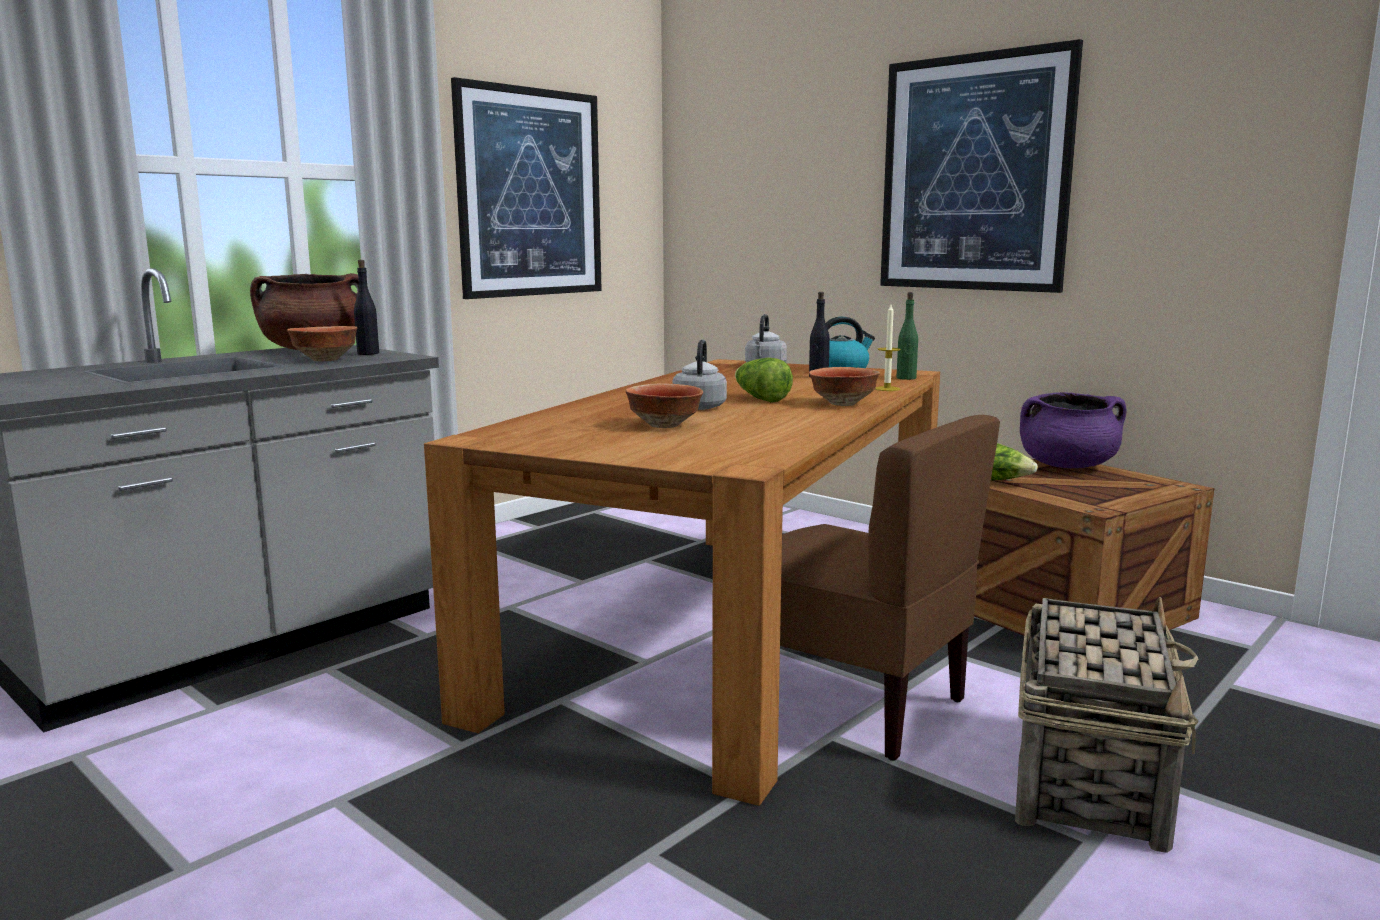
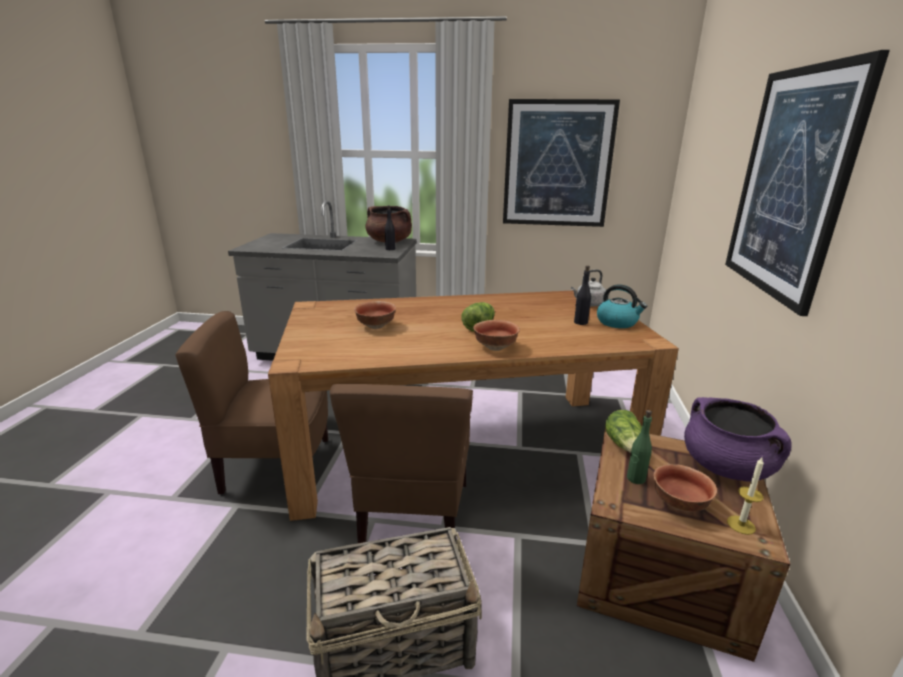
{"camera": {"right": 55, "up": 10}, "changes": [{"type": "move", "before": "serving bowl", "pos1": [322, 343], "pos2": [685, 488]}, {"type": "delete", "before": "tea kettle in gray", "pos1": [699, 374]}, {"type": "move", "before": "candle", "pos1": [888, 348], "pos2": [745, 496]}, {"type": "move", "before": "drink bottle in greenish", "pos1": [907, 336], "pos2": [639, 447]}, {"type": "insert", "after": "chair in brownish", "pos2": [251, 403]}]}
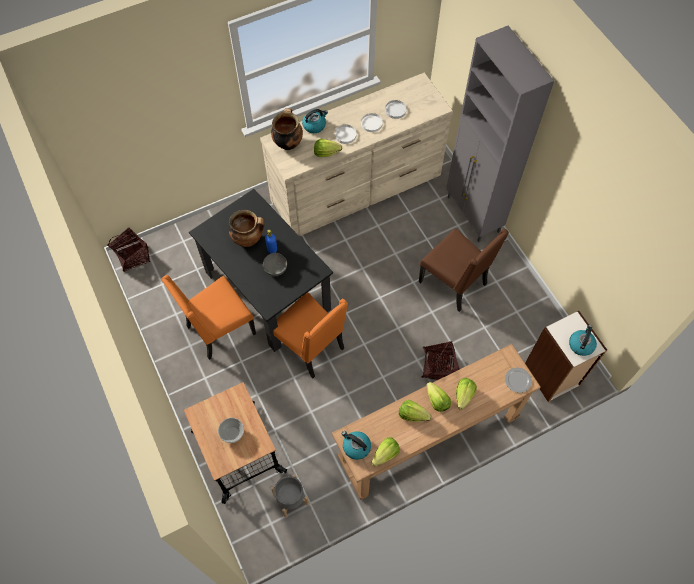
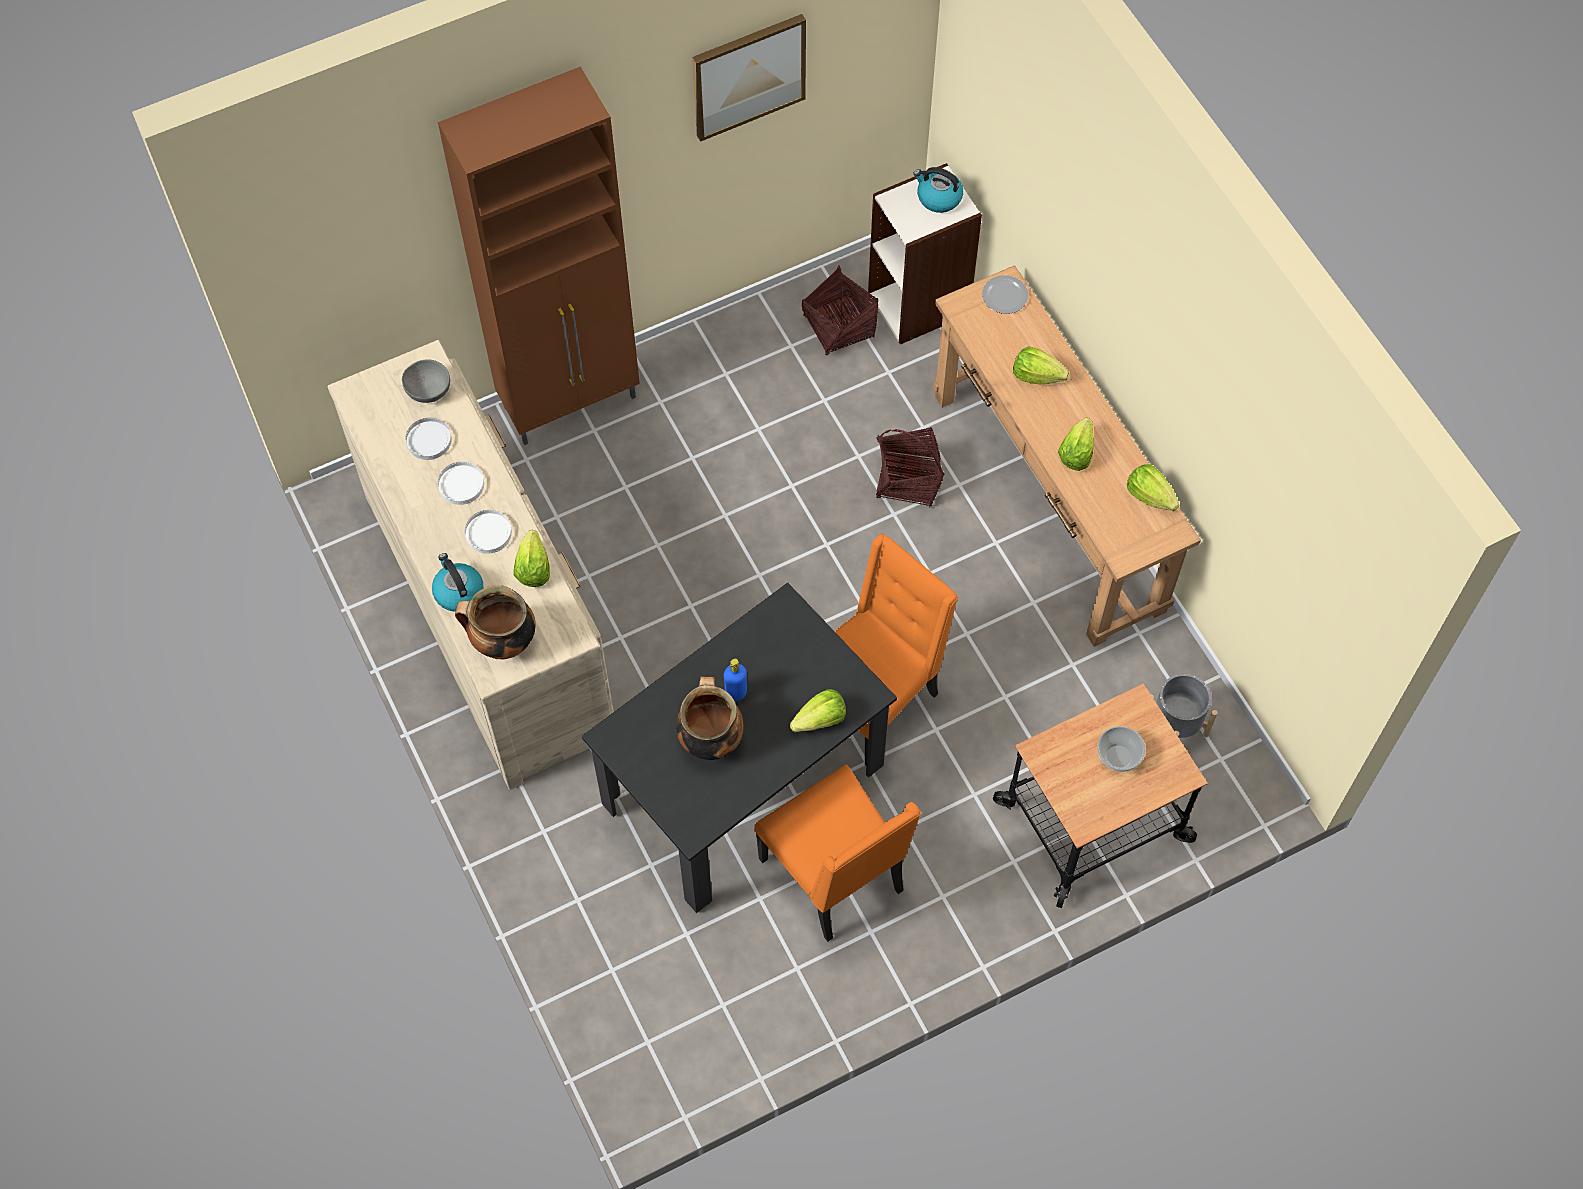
{"camera": {"right": -90, "up": 0}, "changes": [{"type": "move", "before": "household basket", "pos1": [128, 249], "pos2": [840, 310]}, {"type": "move", "before": "serving bowl in gray", "pos1": [275, 264], "pos2": [426, 381]}, {"type": "delete", "before": "tea kettle", "pos1": [356, 445]}, {"type": "delete", "before": "chair in brownish", "pos1": [464, 270]}, {"type": "move", "before": "lettuce", "pos1": [439, 397], "pos2": [818, 710]}, {"type": "recolor", "before": "storage cabinet in gray", "after": "storage cabinet in brownish", "pos1": [500, 134], "pos2": [539, 256]}, {"type": "insert", "after": "wall art", "pos2": [749, 78]}]}
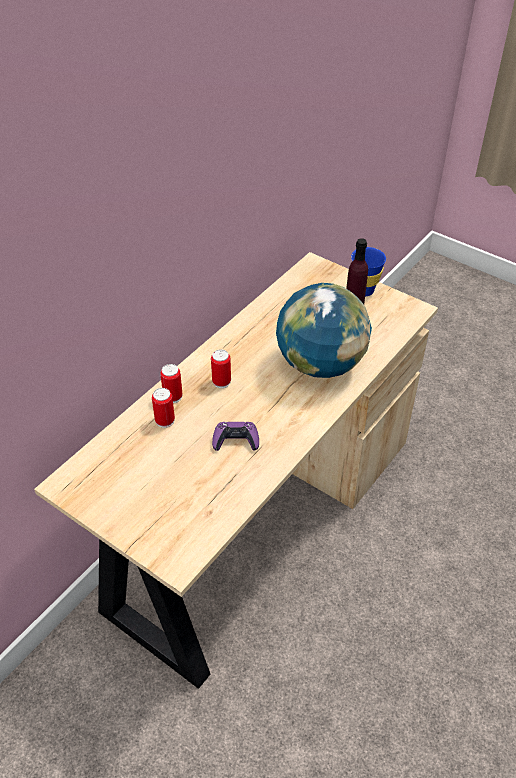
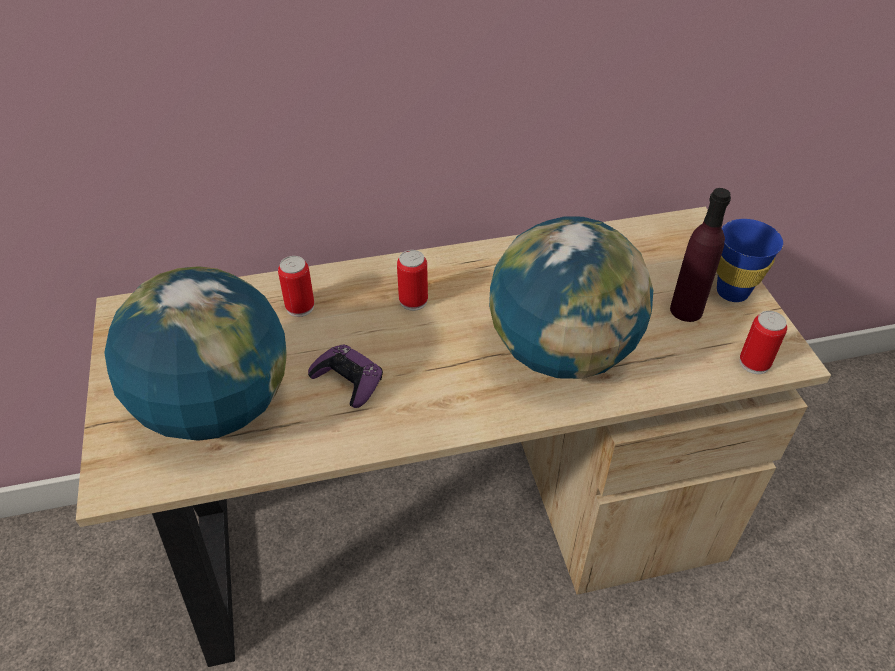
{"camera": {"right": 40, "up": 0}, "changes": [{"type": "move", "before": "can", "pos1": [171, 383], "pos2": [763, 342]}, {"type": "insert", "after": "world globe", "pos2": [195, 353]}]}
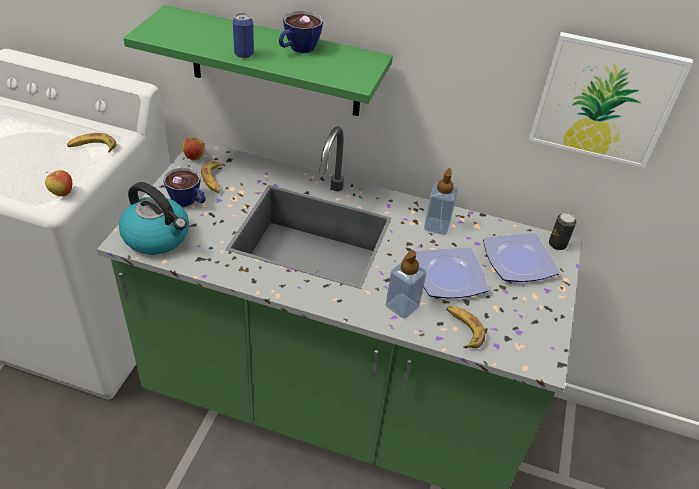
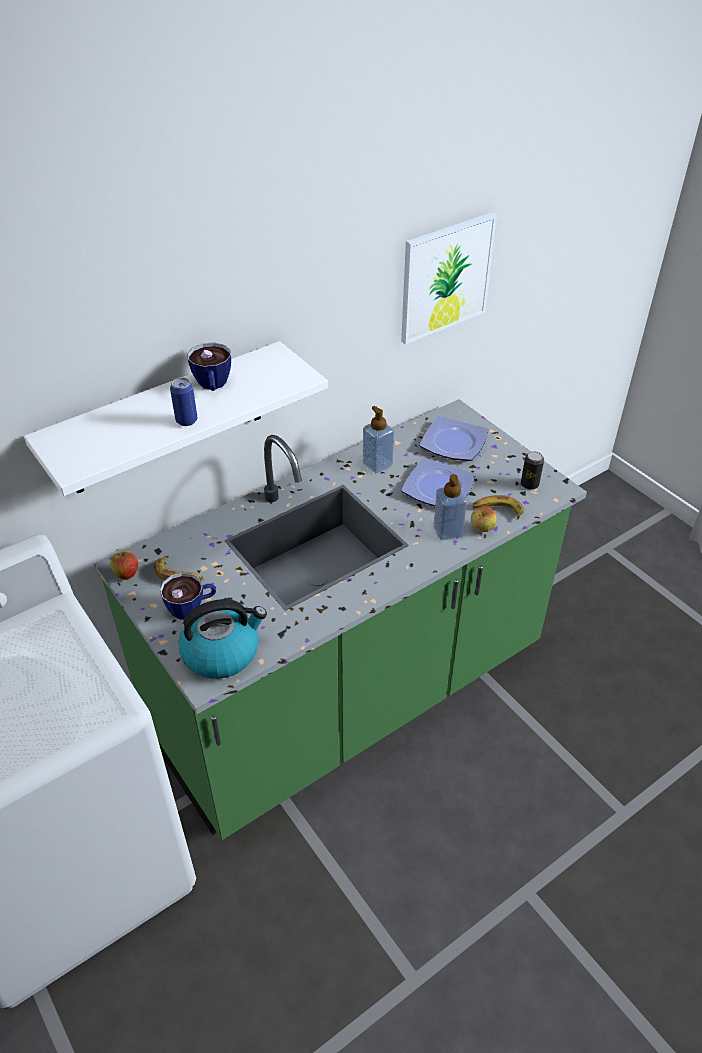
{"camera": {"right": -50, "up": 0}, "changes": [{"type": "move", "before": "whole apple", "pos1": [58, 183], "pos2": [484, 519]}, {"type": "delete", "before": "banana fruit", "pos1": [91, 142]}, {"type": "recolor", "before": "wall shelf in greenish", "after": "wall shelf in white-coloured", "pos1": [258, 60], "pos2": [176, 418]}, {"type": "move", "before": "can", "pos1": [563, 231], "pos2": [532, 470]}]}
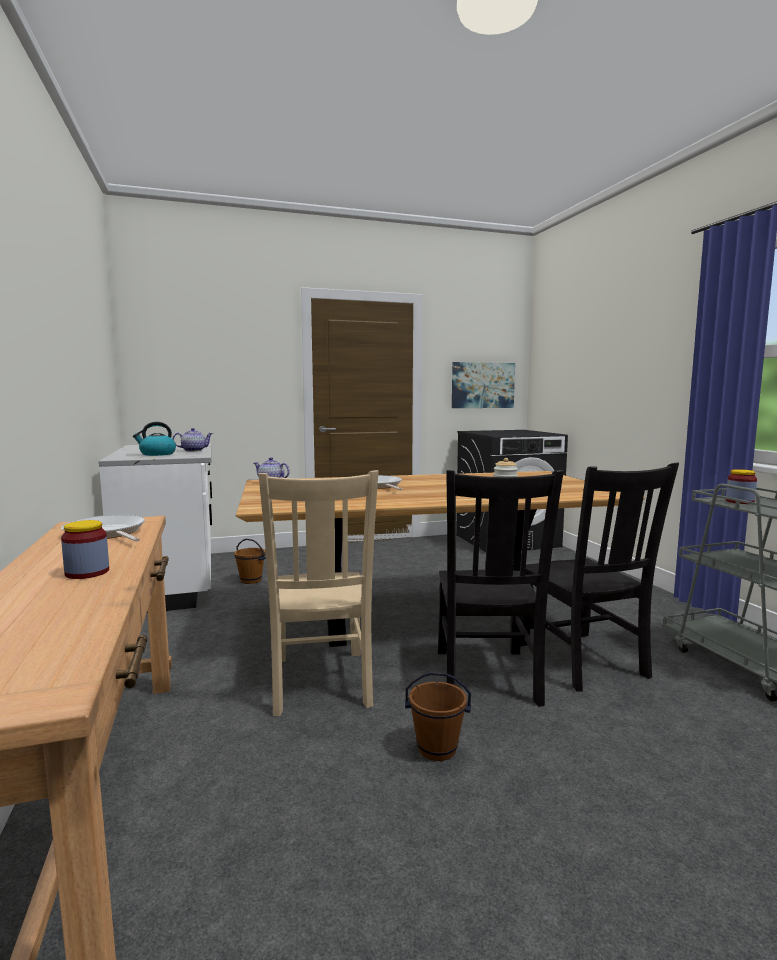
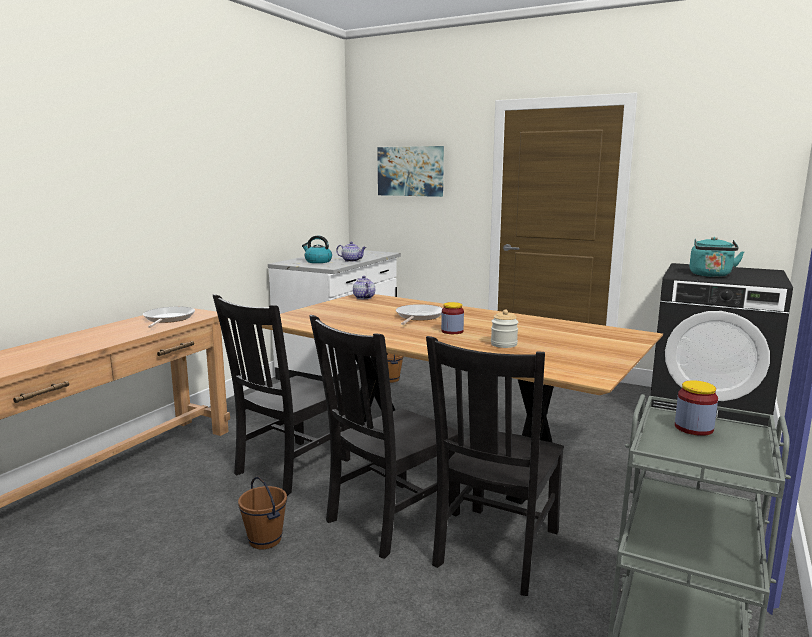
{"camera": {"right": 45, "up": 5}, "changes": [{"type": "move", "before": "jar", "pos1": [85, 549], "pos2": [452, 318]}, {"type": "recolor", "before": "chair in beige-coloured", "after": "chair in black-coloured", "pos1": [318, 593], "pos2": [281, 395]}, {"type": "move", "before": "wall art", "pos1": [483, 385], "pos2": [410, 171]}, {"type": "insert", "after": "tea kettle in turquoise-coloured", "pos2": [717, 257]}]}
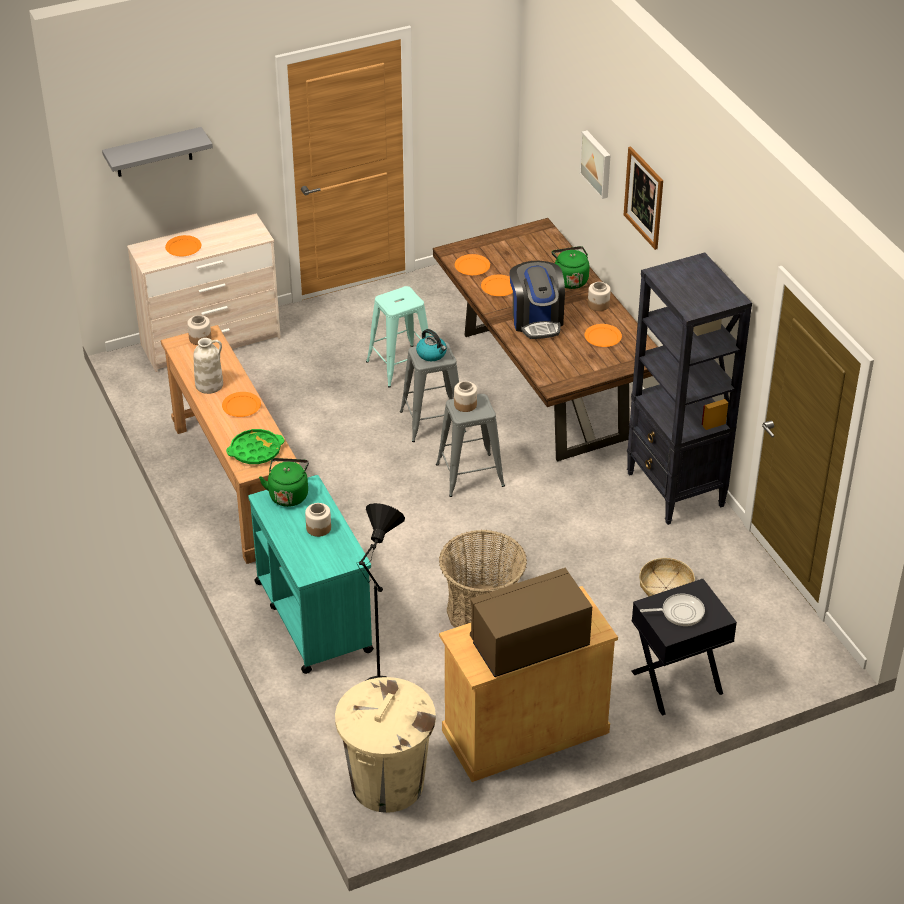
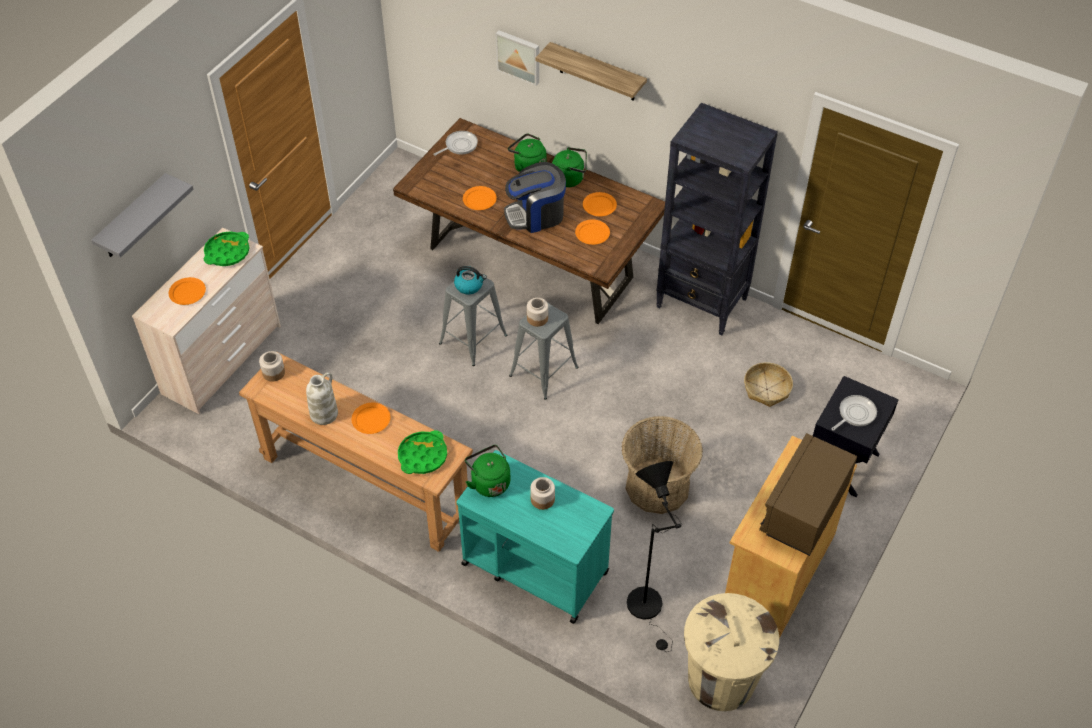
{"camera": {"right": -35, "up": 10}, "changes": [{"type": "delete", "before": "stool in turquoise-coloured", "pos1": [397, 337]}, {"type": "move", "before": "flat dish in orange", "pos1": [472, 264], "pos2": [592, 232]}, {"type": "rotate", "before": "coffee machine", "pos1": [537, 300], "pos2": [535, 197], "turn": 120}, {"type": "replace", "before": "jar", "after": "tea kettle in greenish", "pos1": [599, 296], "pos2": [569, 167]}, {"type": "replace", "before": "wall art", "after": "wall shelf", "pos1": [643, 198], "pos2": [591, 71]}, {"type": "insert", "after": "carrying tray in greenish", "pos2": [227, 249]}, {"type": "insert", "after": "pan", "pos2": [455, 143]}]}
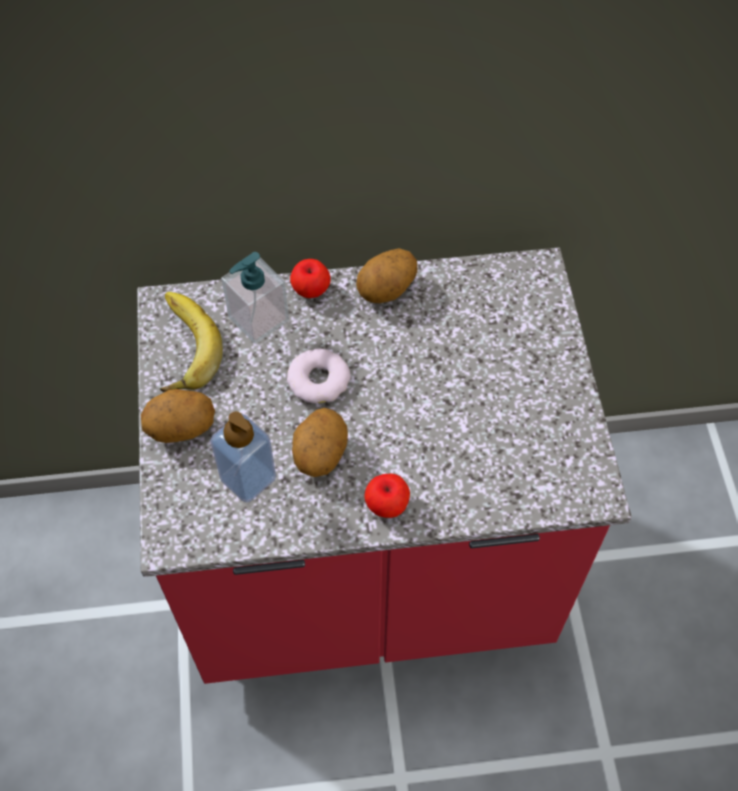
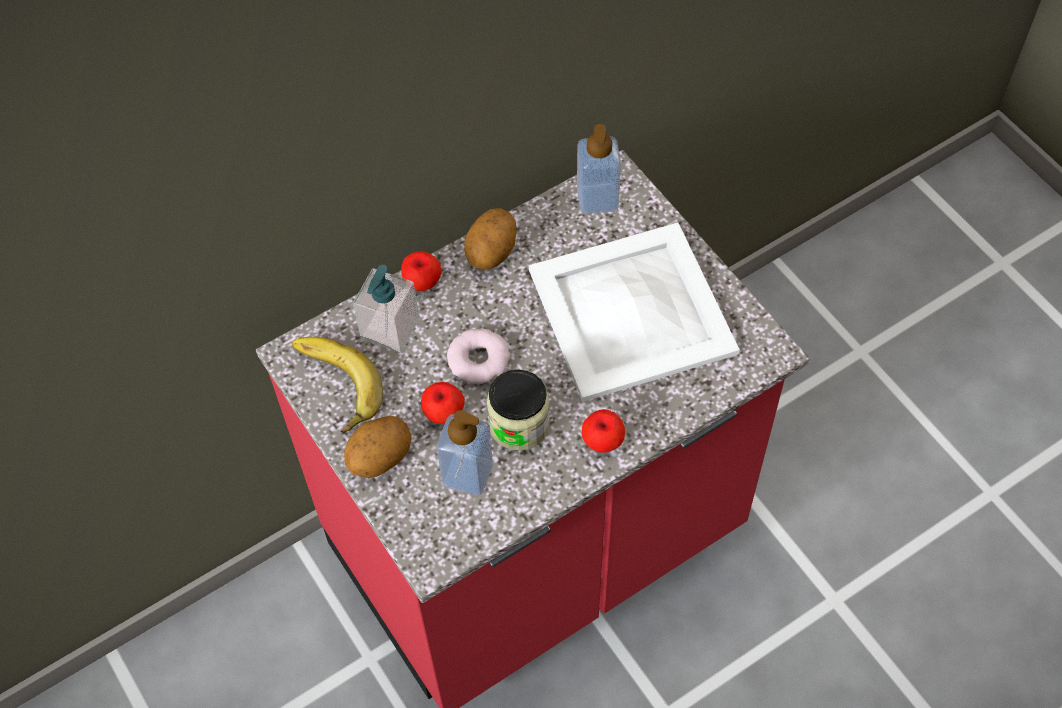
{"camera": {"right": -25, "up": 0}, "changes": [{"type": "replace", "before": "whole potato", "after": "jar", "pos1": [320, 442], "pos2": [518, 410]}, {"type": "insert", "after": "whole apple", "pos2": [443, 403]}, {"type": "insert", "after": "carrying tray in white-coloured", "pos2": [634, 312]}, {"type": "insert", "after": "liquid soap bottle", "pos2": [599, 169]}]}
